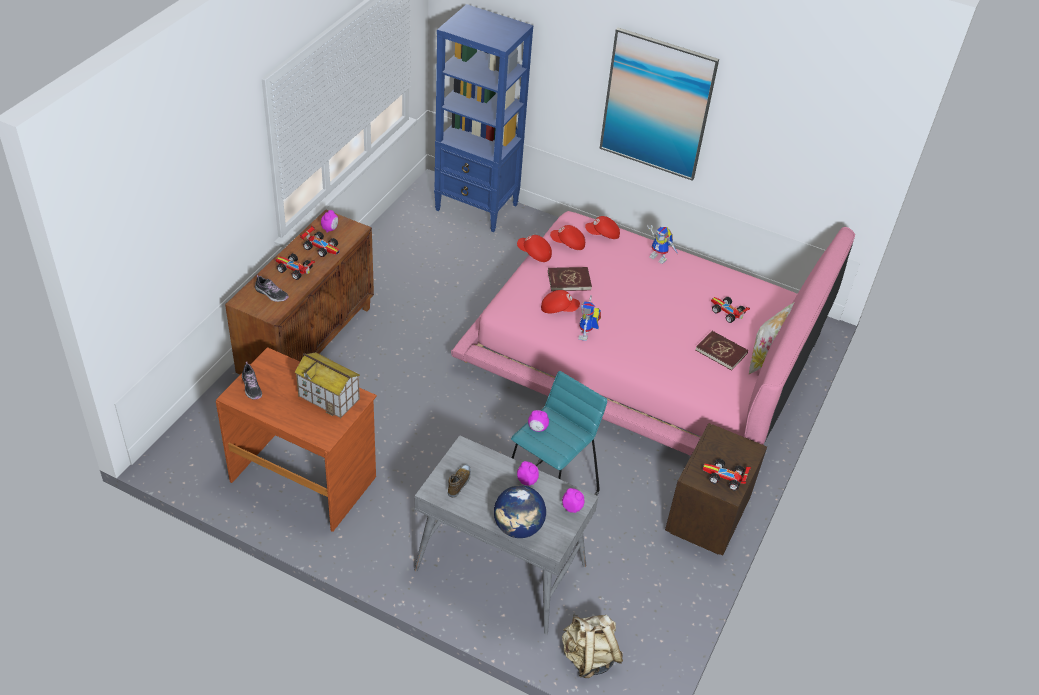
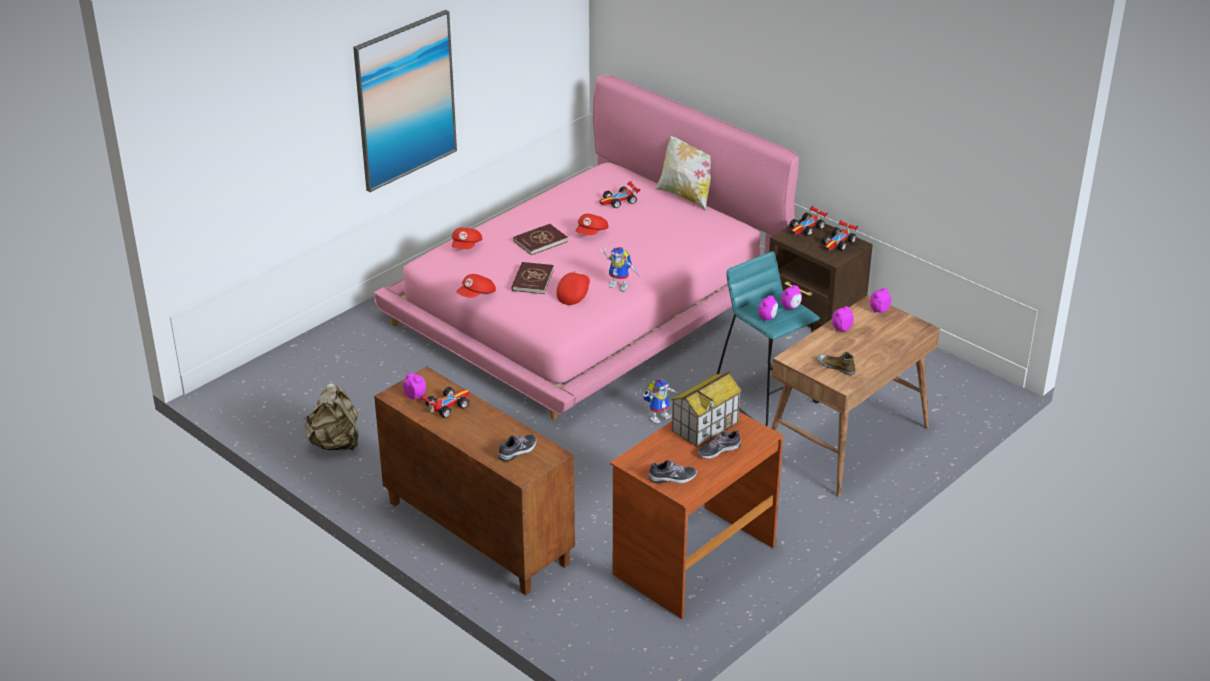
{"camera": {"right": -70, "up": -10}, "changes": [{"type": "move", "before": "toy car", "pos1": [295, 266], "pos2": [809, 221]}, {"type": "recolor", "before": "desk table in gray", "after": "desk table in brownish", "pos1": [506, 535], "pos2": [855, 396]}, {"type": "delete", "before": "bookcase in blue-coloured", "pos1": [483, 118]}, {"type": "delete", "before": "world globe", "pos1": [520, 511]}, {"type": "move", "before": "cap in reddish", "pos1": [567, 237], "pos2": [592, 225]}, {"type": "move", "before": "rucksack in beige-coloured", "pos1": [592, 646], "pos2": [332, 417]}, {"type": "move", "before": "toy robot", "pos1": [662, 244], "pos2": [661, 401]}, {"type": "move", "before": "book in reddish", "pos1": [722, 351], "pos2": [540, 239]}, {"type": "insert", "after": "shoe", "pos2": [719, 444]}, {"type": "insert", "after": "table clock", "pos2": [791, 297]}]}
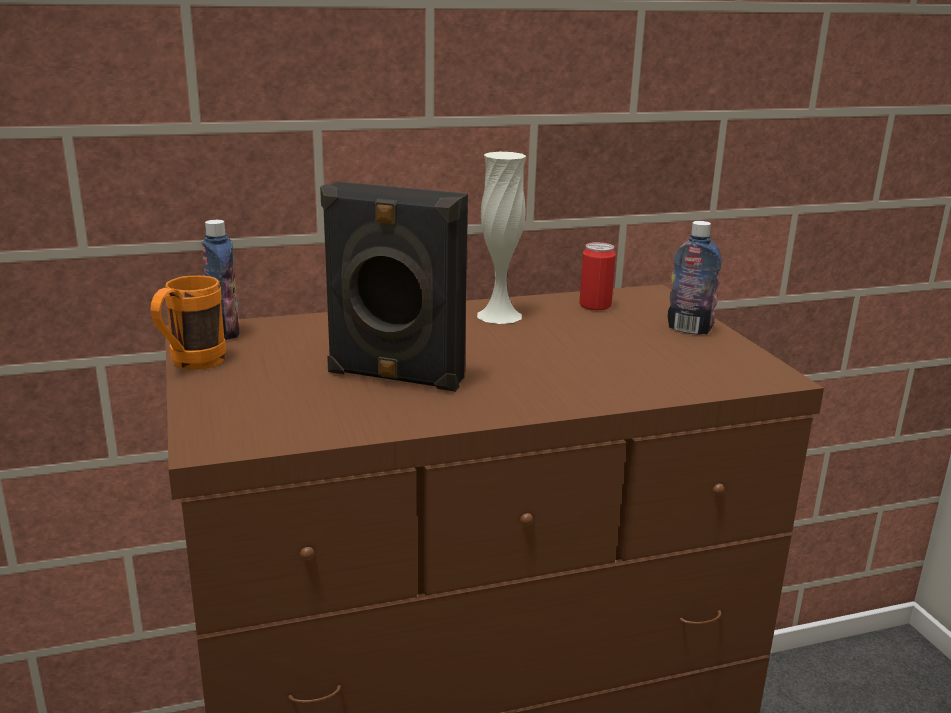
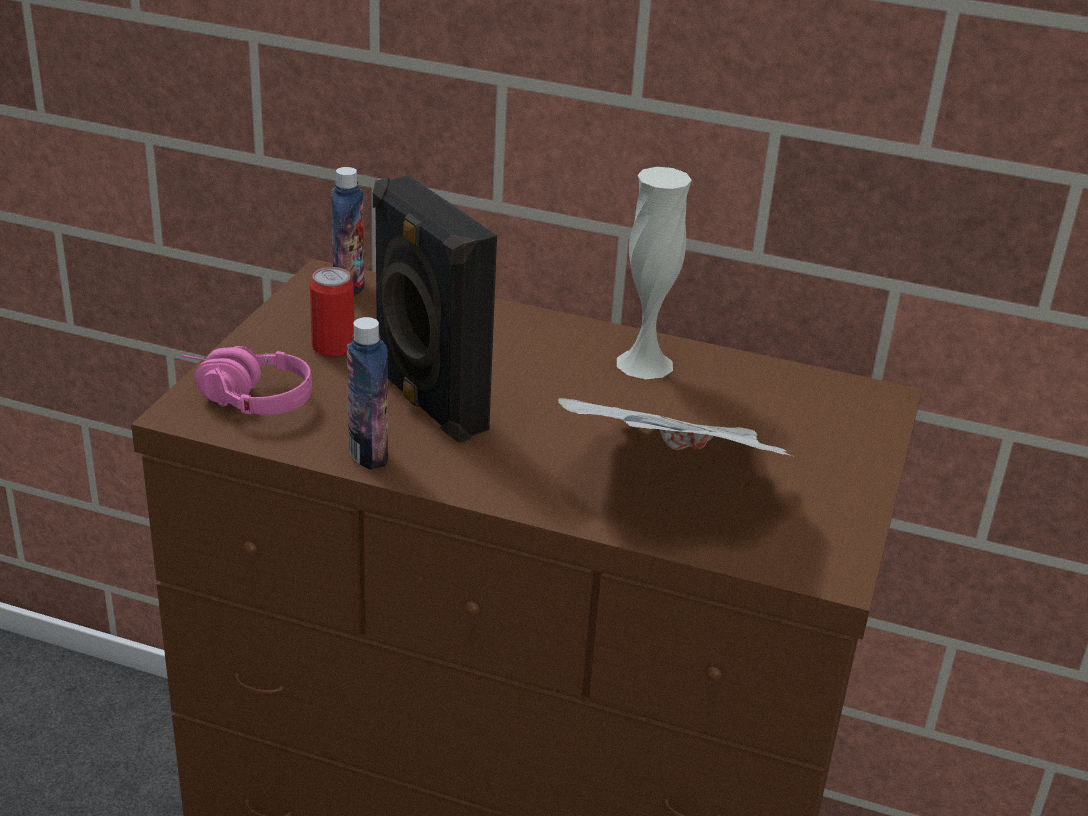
{"camera": {"right": 35, "up": 10}, "changes": [{"type": "delete", "before": "tea mug in orange", "pos1": [188, 322]}, {"type": "move", "before": "can", "pos1": [597, 276], "pos2": [332, 312]}, {"type": "move", "before": "drink bottle", "pos1": [694, 277], "pos2": [367, 393]}, {"type": "insert", "after": "pair of headphones in pink-coloured", "pos2": [247, 380]}, {"type": "insert", "after": "daily paper", "pos2": [677, 428]}]}
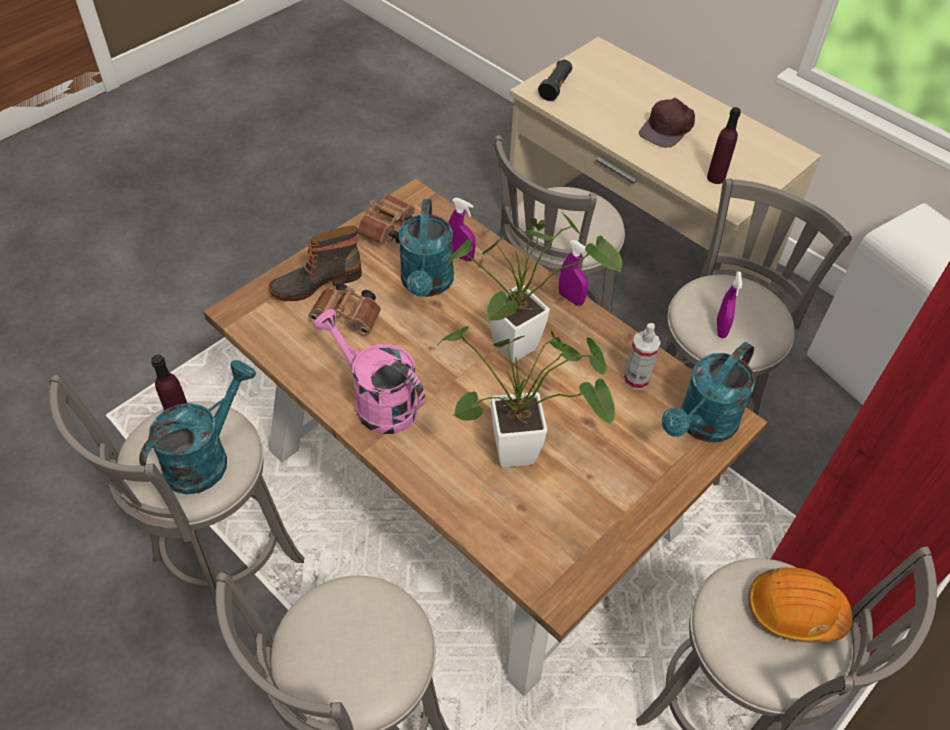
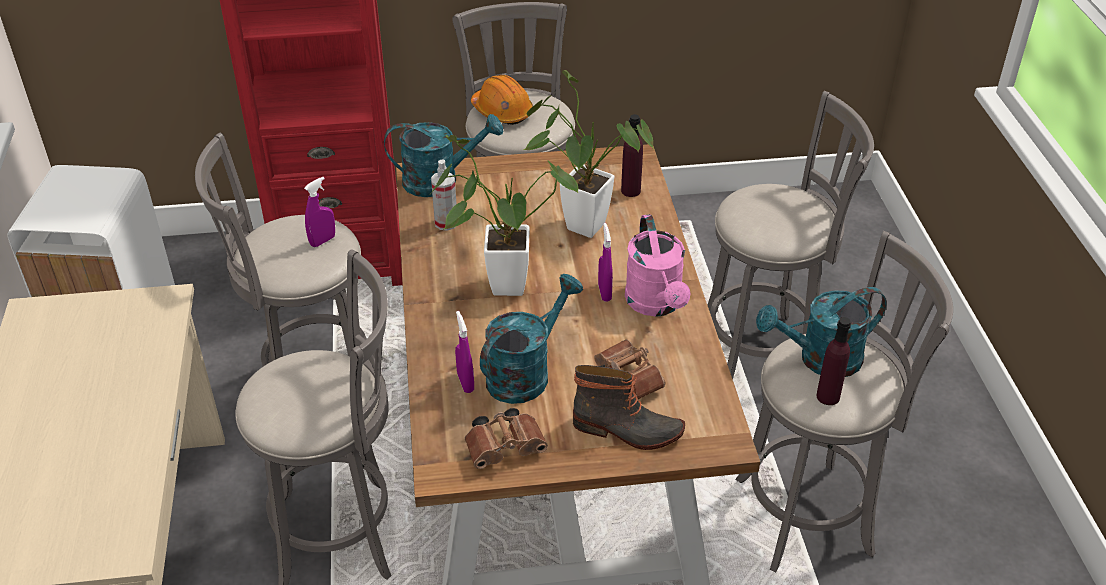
{"camera": {"right": -140, "up": -10}, "changes": [{"type": "delete", "before": "hand torch in black-coloured", "pos1": [555, 80]}, {"type": "move", "before": "sprayer in purplish", "pos1": [573, 273], "pos2": [605, 262]}, {"type": "delete", "before": "cap in brownish", "pos1": [667, 123]}, {"type": "move", "before": "drink bottle in purplish", "pos1": [724, 145], "pos2": [632, 155]}]}
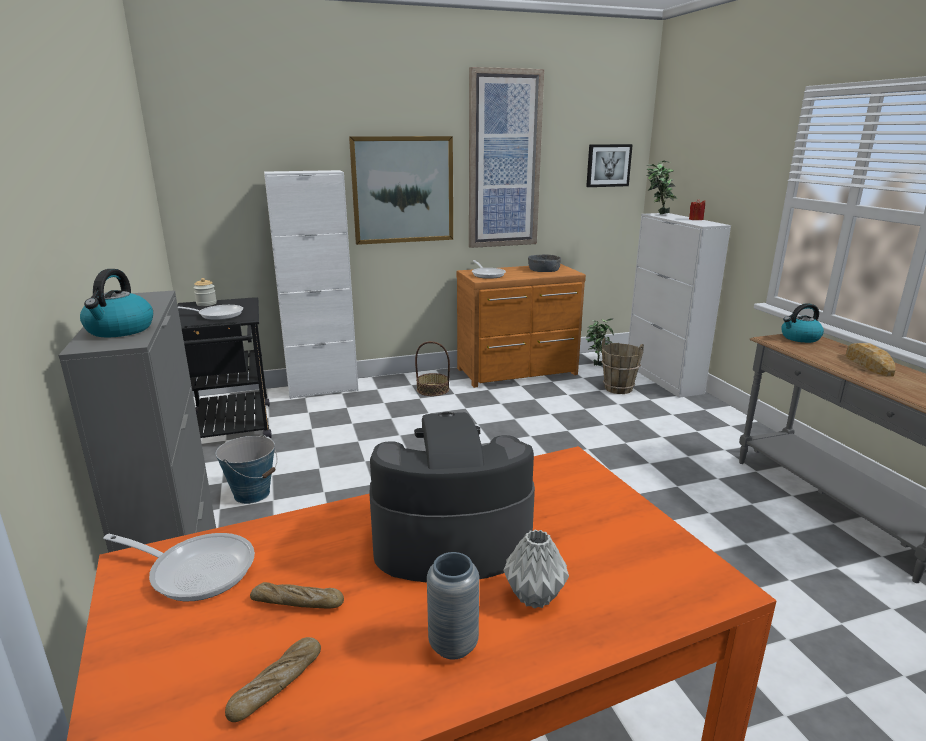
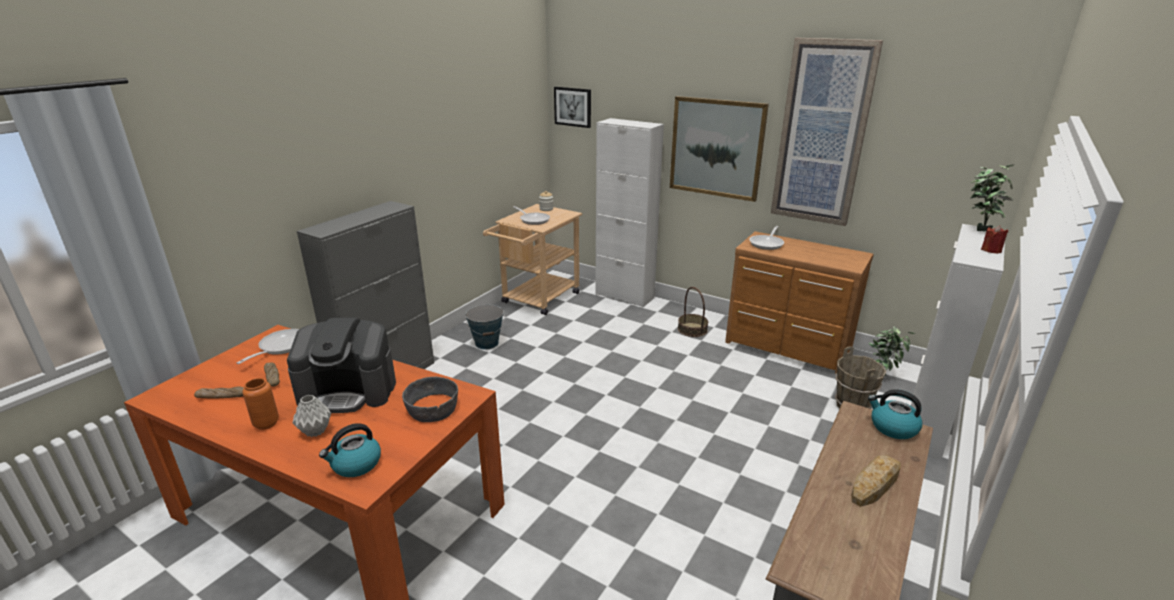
{"camera": {"right": 50, "up": 5}, "changes": [{"type": "move", "before": "tea kettle", "pos1": [116, 303], "pos2": [350, 450]}, {"type": "rotate", "before": "pan", "pos1": [179, 567], "pos2": [268, 346], "turn": -135}, {"type": "recolor", "before": "wheeled cart in black-coloured", "after": "wheeled cart in beige-coloured", "pos1": [224, 367], "pos2": [532, 259]}, {"type": "rotate", "before": "coffee machine", "pos1": [452, 497], "pos2": [341, 365], "turn": 135}, {"type": "recolor", "before": "decorative vase in gray", "after": "decorative vase in orange", "pos1": [453, 606], "pos2": [260, 404]}, {"type": "move", "before": "serving bowl in gray", "pos1": [544, 263], "pos2": [430, 399]}, {"type": "move", "before": "wall art", "pos1": [609, 165], "pos2": [572, 107]}]}
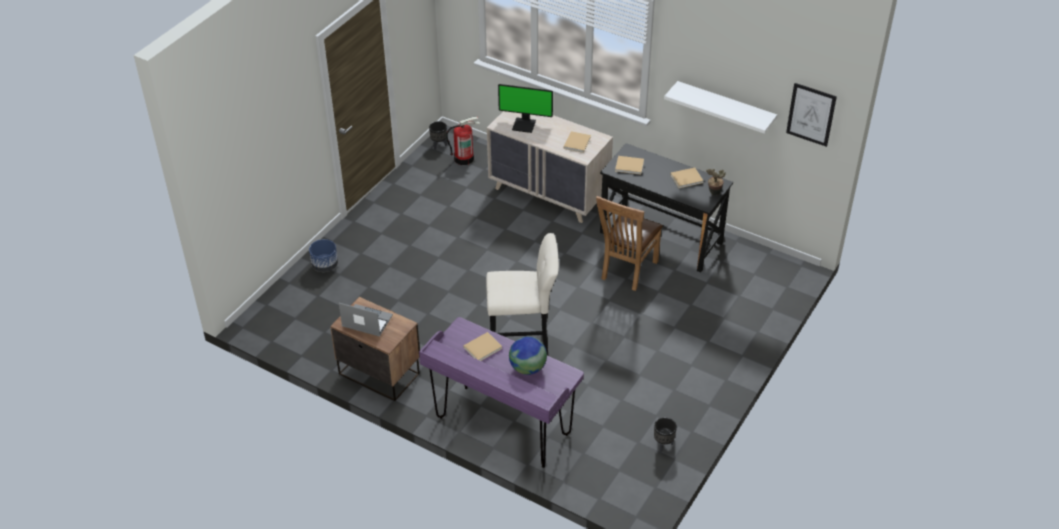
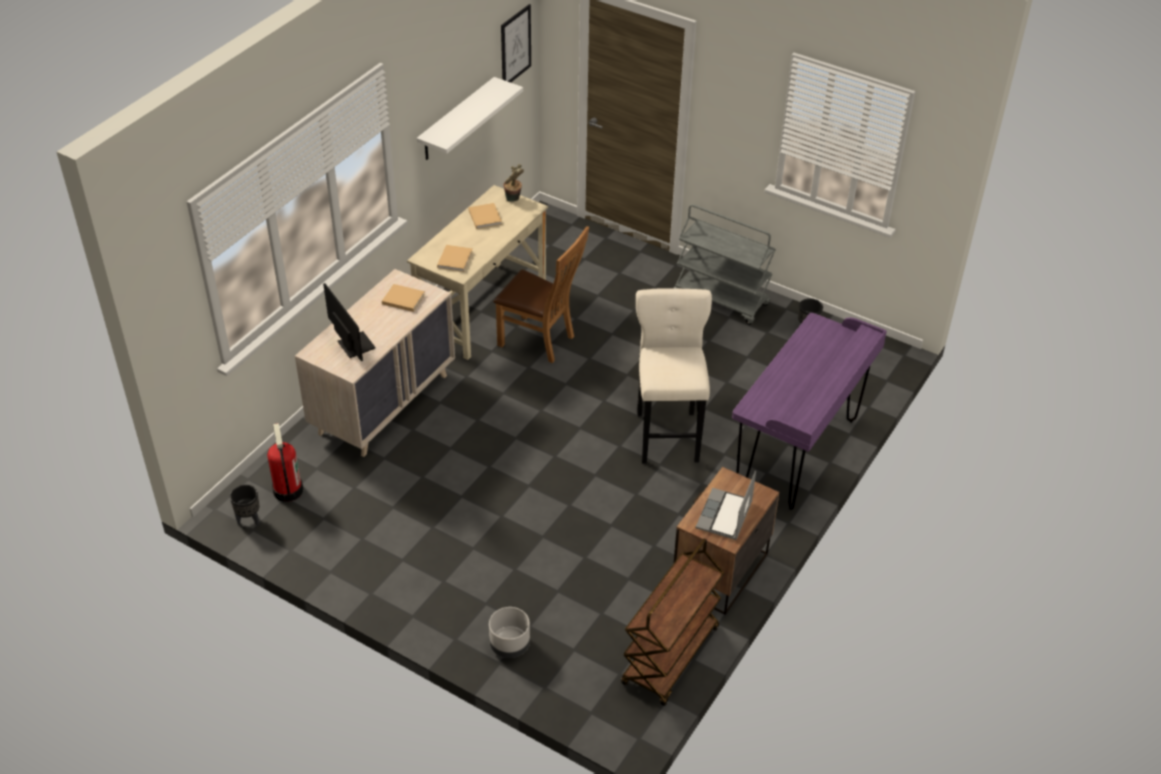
{"camera": {"right": -90, "up": 0}, "changes": [{"type": "recolor", "before": "plant pot in blue-coloured", "after": "plant pot in gray", "pos1": [323, 255], "pos2": [509, 632]}, {"type": "delete", "before": "book in beige-coloured", "pos1": [482, 346]}, {"type": "rotate", "before": "computer screen", "pos1": [525, 108], "pos2": [349, 322], "turn": -45}, {"type": "delete", "before": "world globe", "pos1": [528, 356]}, {"type": "recolor", "before": "desk table in black-coloured", "after": "desk table in beige-coloured", "pos1": [666, 207], "pos2": [477, 272]}, {"type": "insert", "after": "wheeled cart in brownish", "pos2": [672, 622]}, {"type": "insert", "after": "wheeled cart in gray", "pos2": [725, 264]}]}
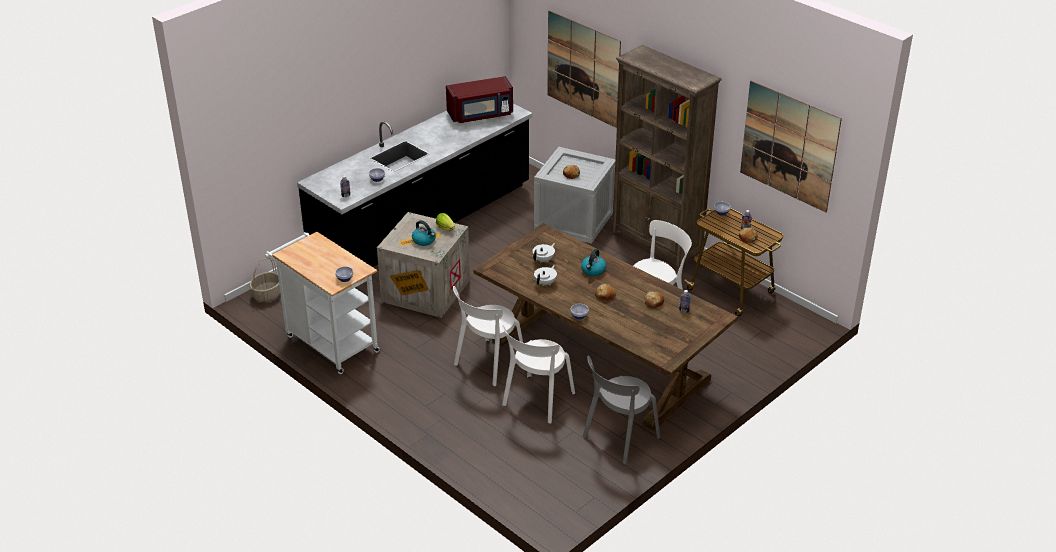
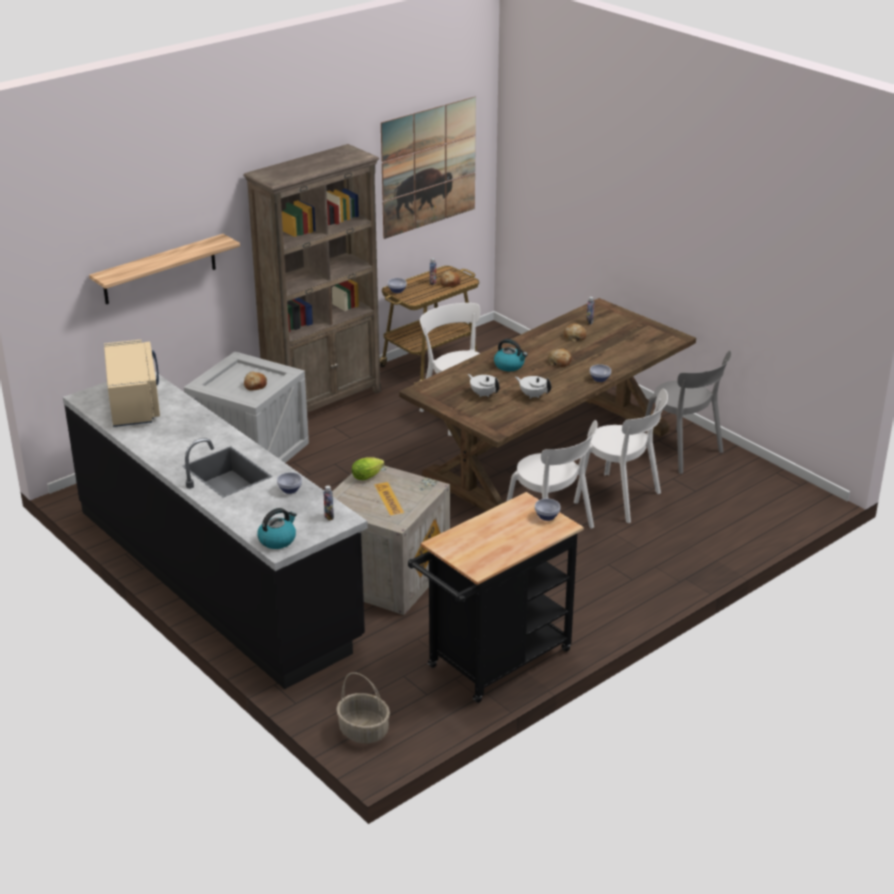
{"camera": {"right": -85, "up": -5}, "changes": [{"type": "recolor", "before": "wheeled cart in white-coloured", "after": "wheeled cart in black-coloured", "pos1": [322, 303], "pos2": [496, 597]}, {"type": "move", "before": "tea kettle", "pos1": [424, 233], "pos2": [277, 528]}, {"type": "recolor", "before": "microwave in reddish", "after": "microwave in beige-coloured", "pos1": [479, 99], "pos2": [132, 383]}, {"type": "replace", "before": "wall art", "after": "wall shelf", "pos1": [584, 69], "pos2": [164, 269]}]}
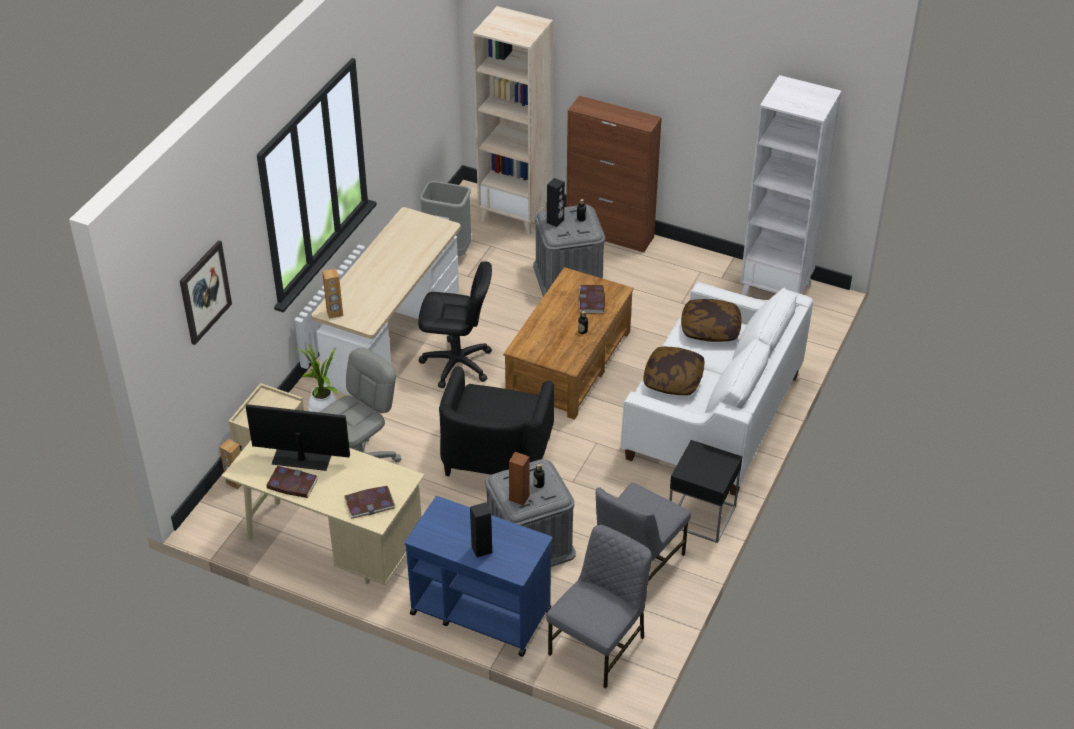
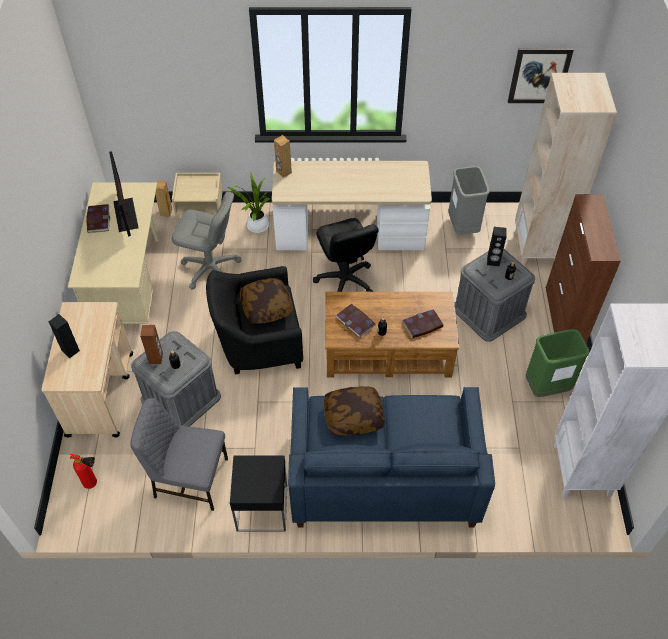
{"camera": {"right": 65, "up": 10}, "changes": [{"type": "move", "before": "wall art", "pos1": [206, 292], "pos2": [541, 75]}, {"type": "move", "before": "book", "pos1": [370, 502], "pos2": [356, 321]}, {"type": "recolor", "before": "wheeled cart in blue-coloured", "after": "wheeled cart in beige-coloured", "pos1": [479, 576], "pos2": [87, 370]}, {"type": "replace", "before": "chair in gray", "after": "extinguisher", "pos1": [599, 606], "pos2": [83, 471]}, {"type": "recolor", "before": "settee in white-coloured", "after": "settee in blue-coloured", "pos1": [716, 389], "pos2": [391, 457]}, {"type": "move", "before": "pillow", "pos1": [711, 320], "pos2": [266, 301]}, {"type": "insert", "after": "rubbish bin in greenish", "pos2": [557, 363]}]}
